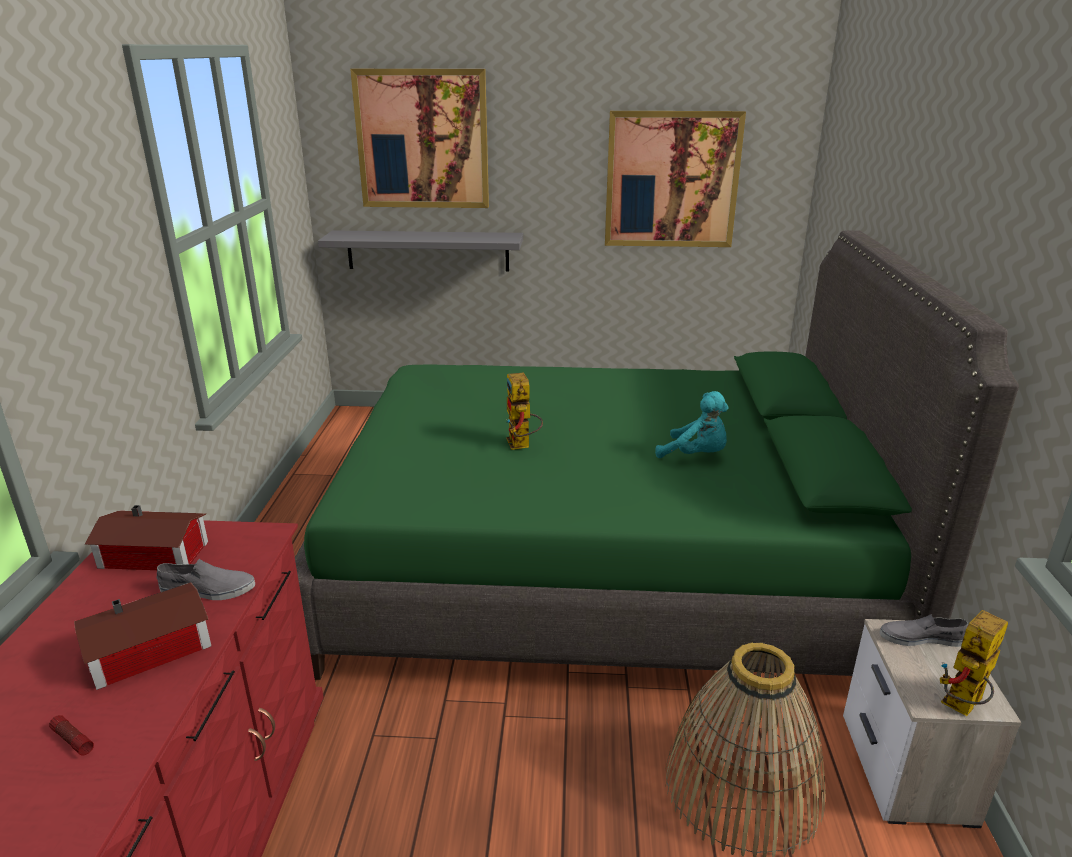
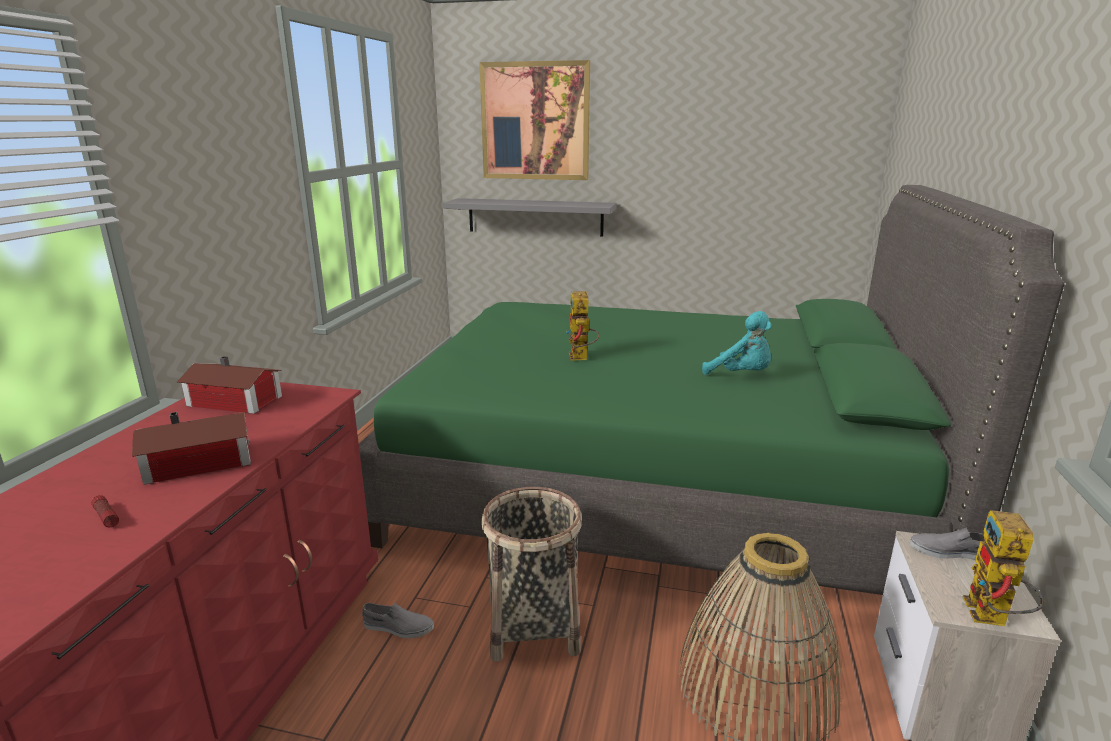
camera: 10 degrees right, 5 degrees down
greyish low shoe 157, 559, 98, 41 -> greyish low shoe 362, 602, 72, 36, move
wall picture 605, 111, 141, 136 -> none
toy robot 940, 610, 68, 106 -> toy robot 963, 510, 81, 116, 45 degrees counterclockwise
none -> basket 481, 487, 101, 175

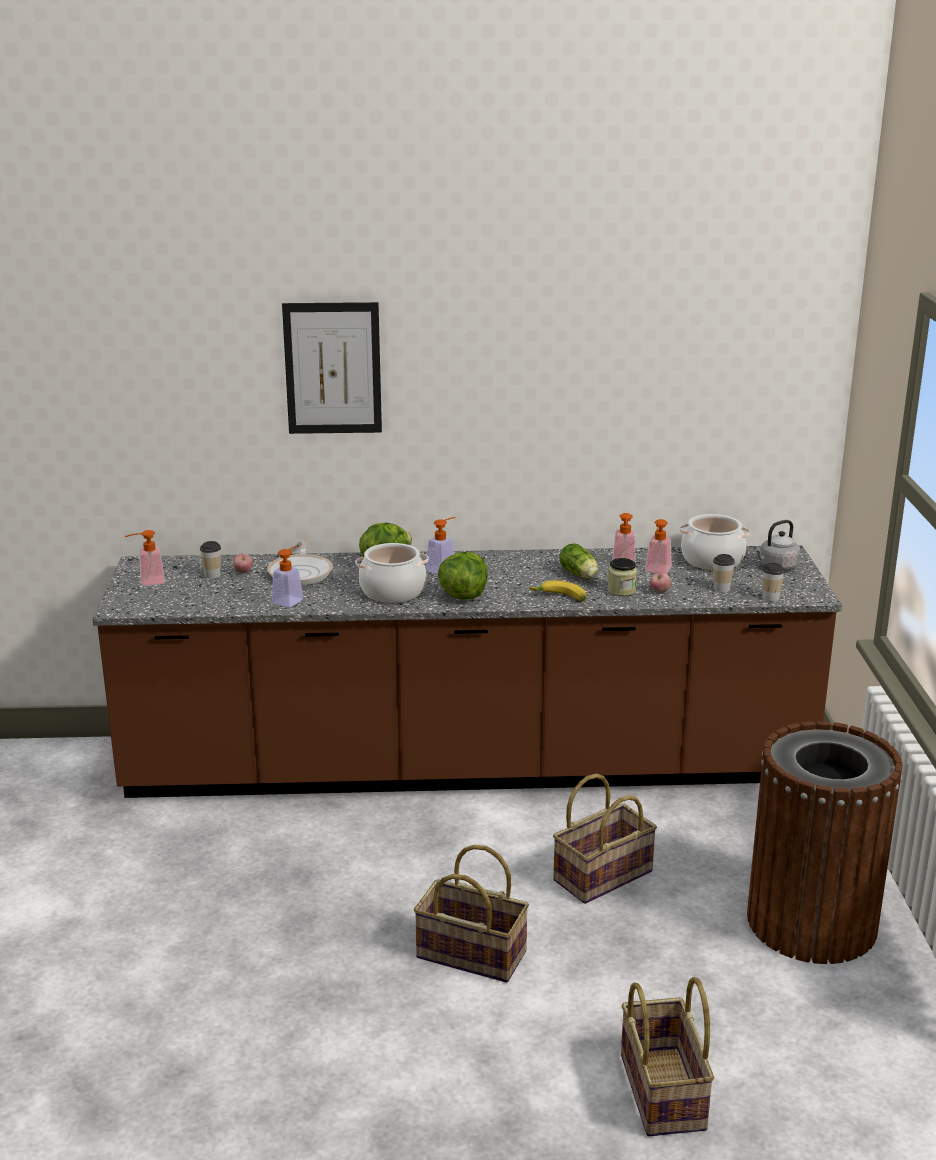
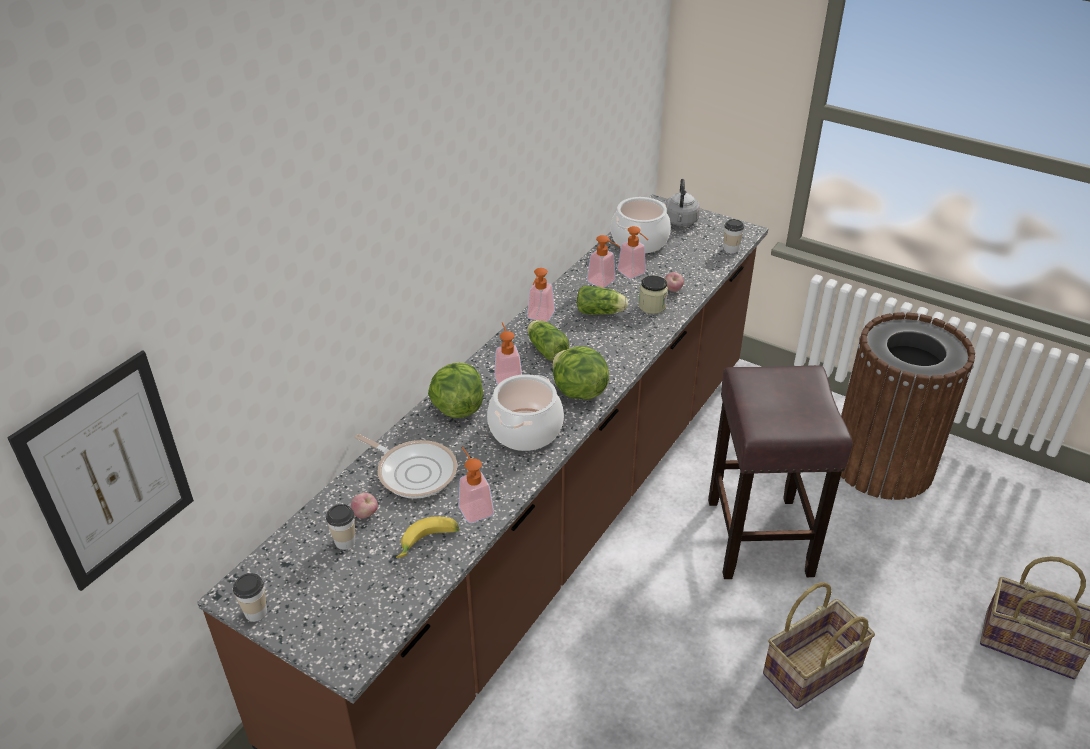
camera: 55 degrees left, 15 degrees up
liquid soap bottle 125, 530, 40, 56 -> liquid soap bottle 527, 268, 28, 54, move
wall picture 282, 302, 100, 132 -> wall picture 7, 350, 187, 241, move
whole banana 529, 581, 58, 21 -> whole banana 396, 516, 63, 42, move
basket 553, 774, 104, 130 -> brown-coloured stool seat 708, 365, 145, 214
cup 713, 554, 22, 38 -> cup 233, 573, 34, 49, move
none -> lettuce head 527, 320, 42, 41

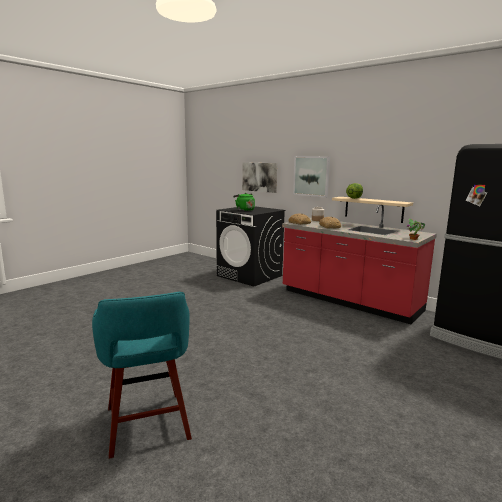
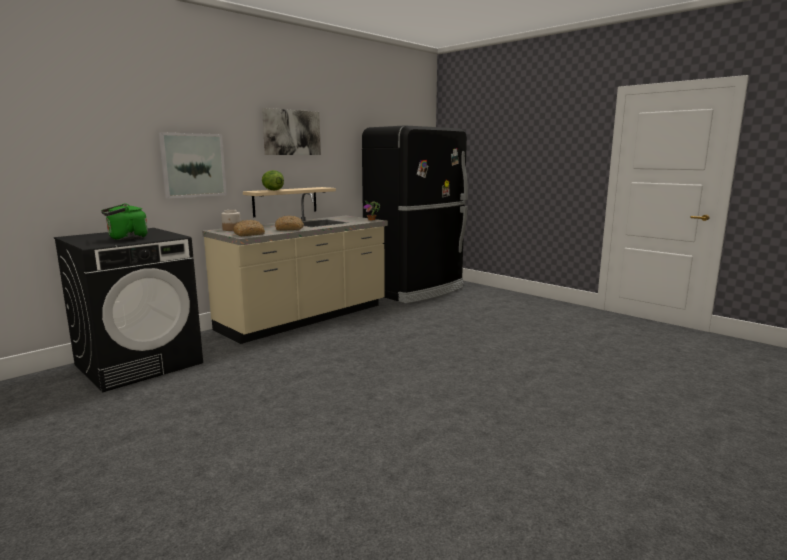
camera: 85 degrees left, 0 degrees up
blue-green stool seat 92, 292, 100, 167 -> none
wall picture 242, 162, 35, 31 -> wall picture 262, 108, 59, 47, move
red-coloured kitchen counter 282, 205, 155, 119 -> beige-coloured kitchen counter 202, 193, 186, 151

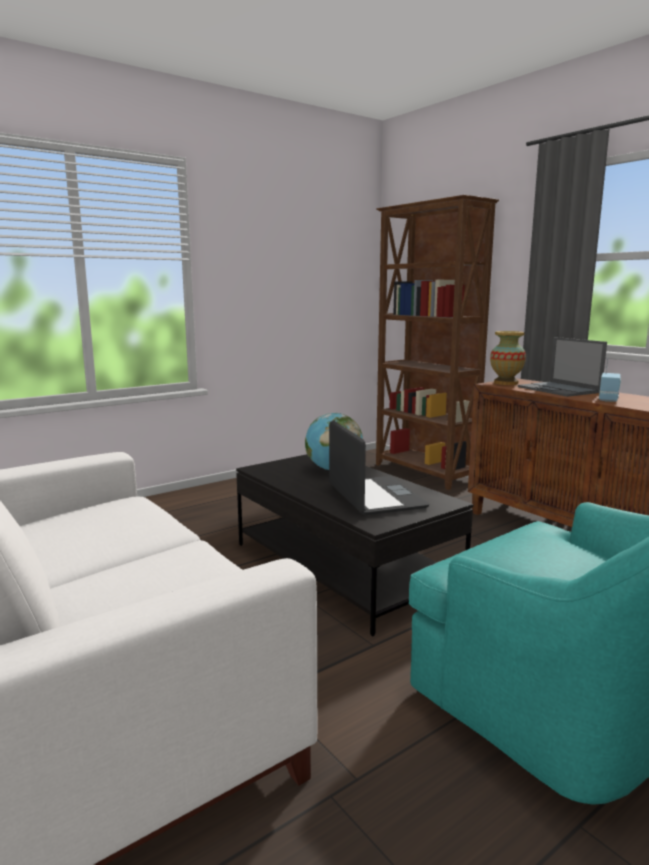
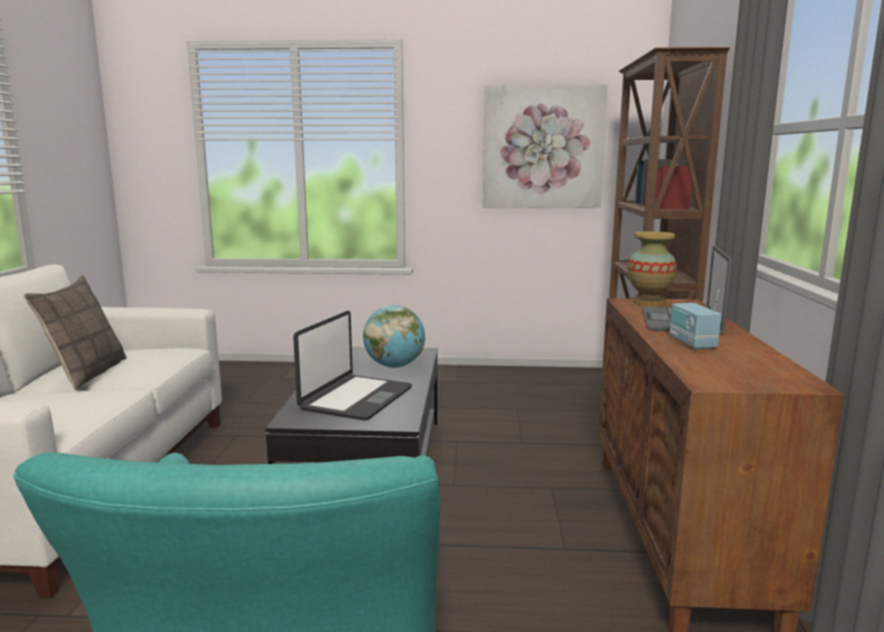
camera: 40 degrees right, 0 degrees up
radio set 599, 358, 22, 44 -> radio set 670, 290, 51, 60, 105 degrees clockwise
none -> throw pillow 24, 275, 102, 115
none -> wall picture 483, 84, 124, 124

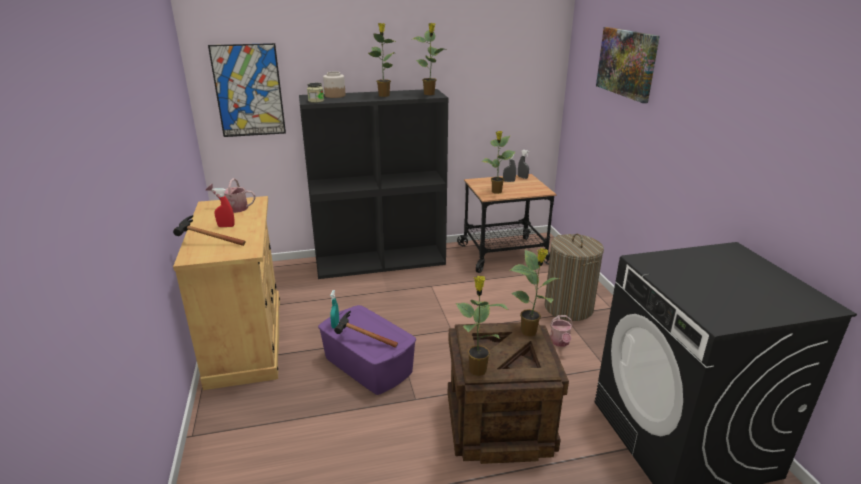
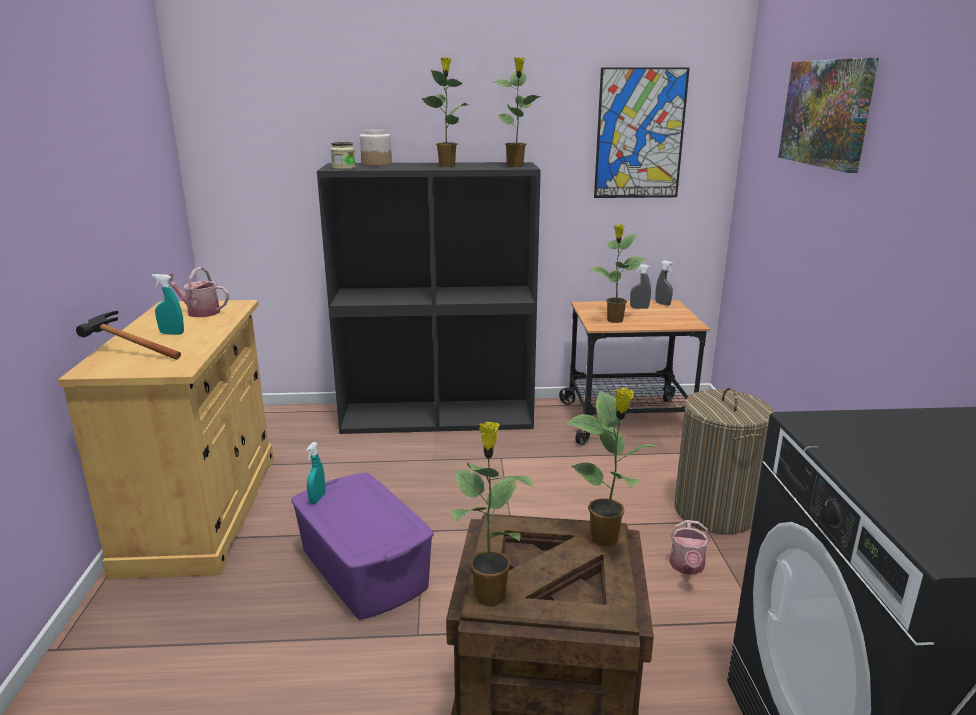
camera: 10 degrees right, 5 degrees down
wall picture 208, 43, 78, 94 -> wall picture 594, 67, 96, 131, move
red-coloured sprayer 212, 188, 23, 39 -> blue-green sprayer 152, 274, 32, 61
tool hammer 334, 311, 64, 37 -> none

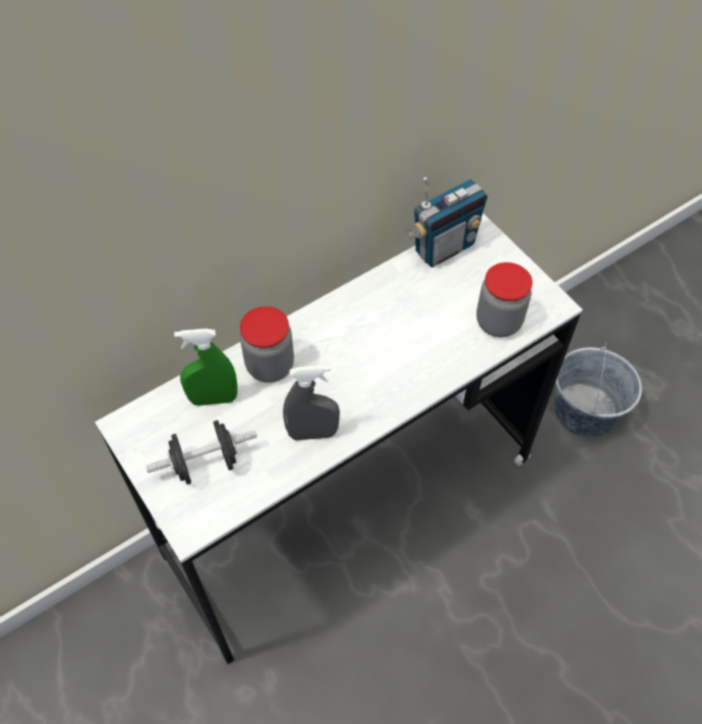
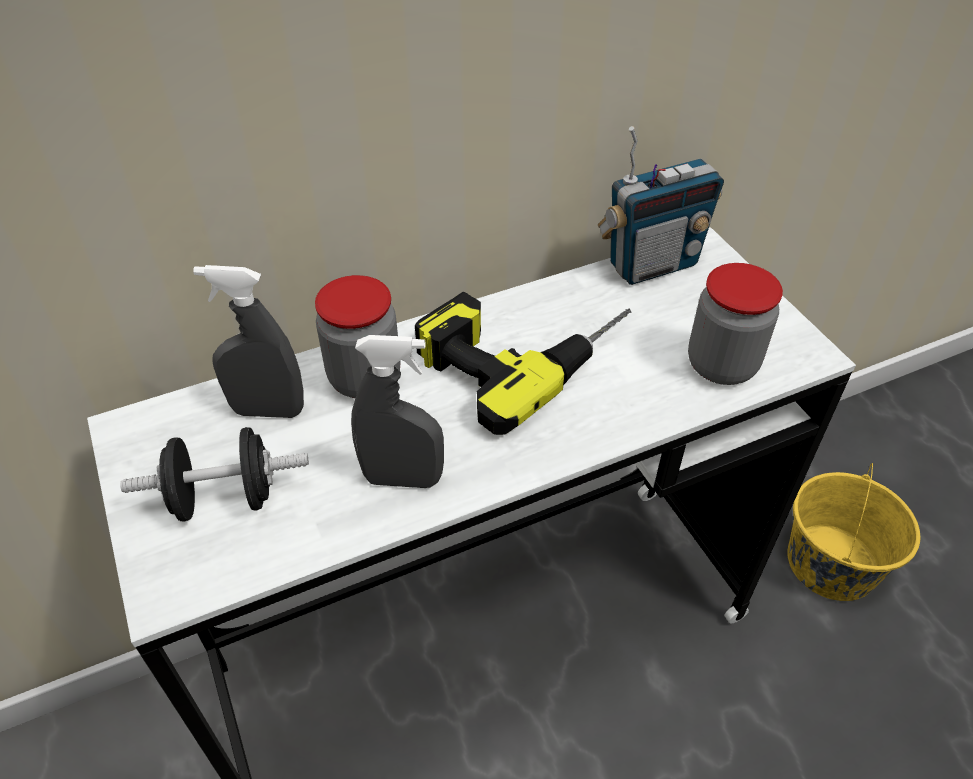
camera: 10 degrees right, 10 degrees down
greenish sprayer 174, 329, 64, 77 -> greyish sprayer 193, 265, 111, 153
greyish bucket 554, 341, 88, 97 -> yellow bucket 787, 463, 134, 138
none -> power drill 415, 292, 217, 143

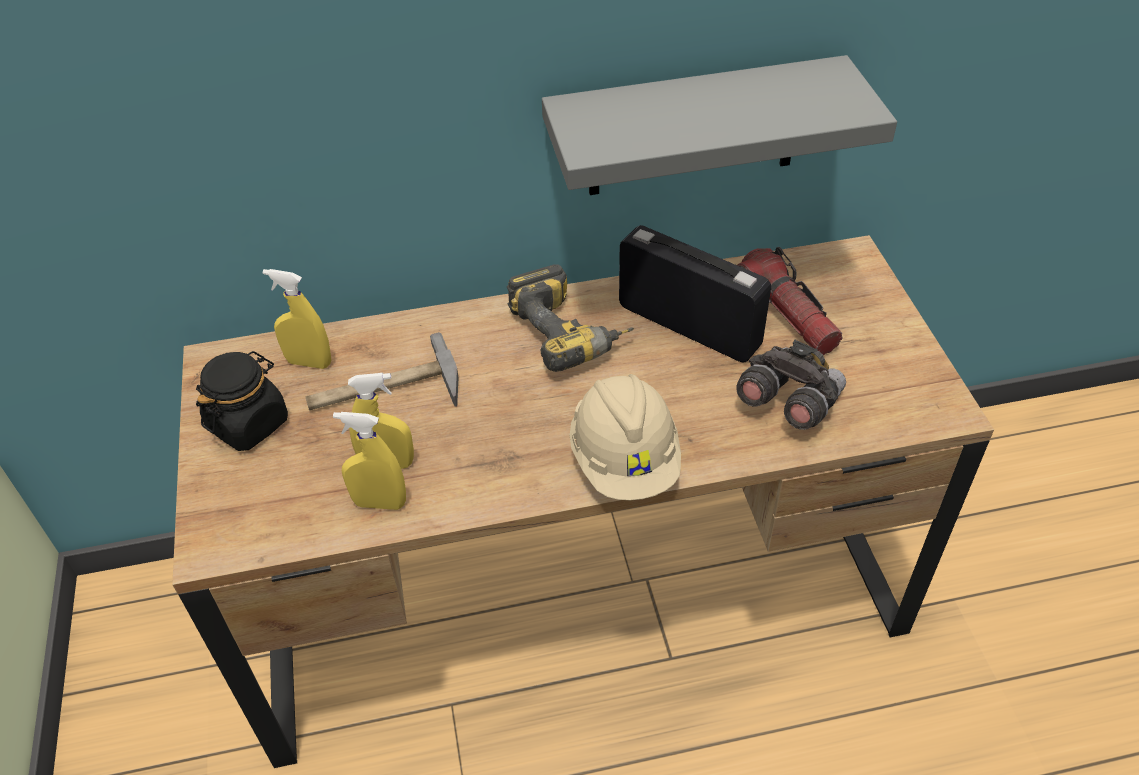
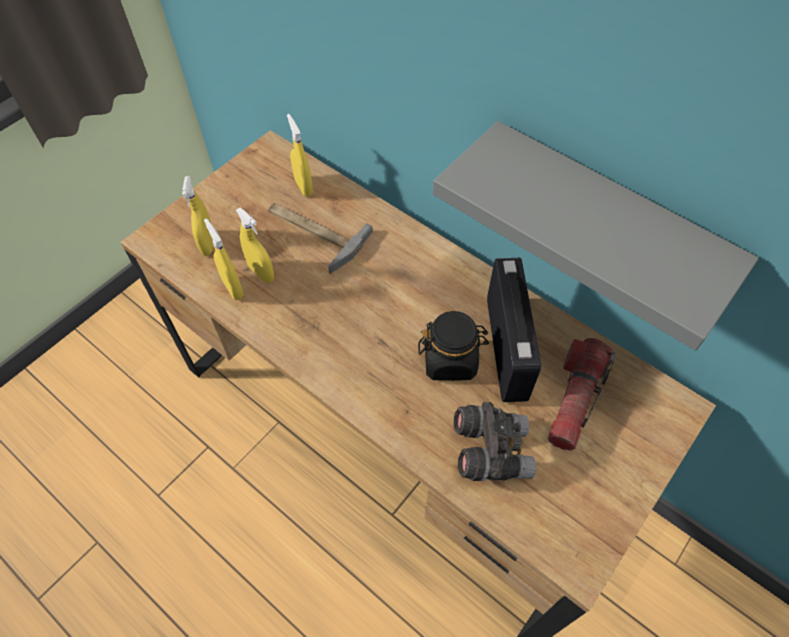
camera: 50 degrees right, 10 degrees up
black-coloured jar 196, 351, 92, 100 -> black-coloured jar 418, 311, 71, 70, move
power drill 507, 264, 127, 108 -> none
beige-coloured safety helmet 570, 374, 111, 126 -> none
none -> yellow sprayer 182, 176, 31, 80

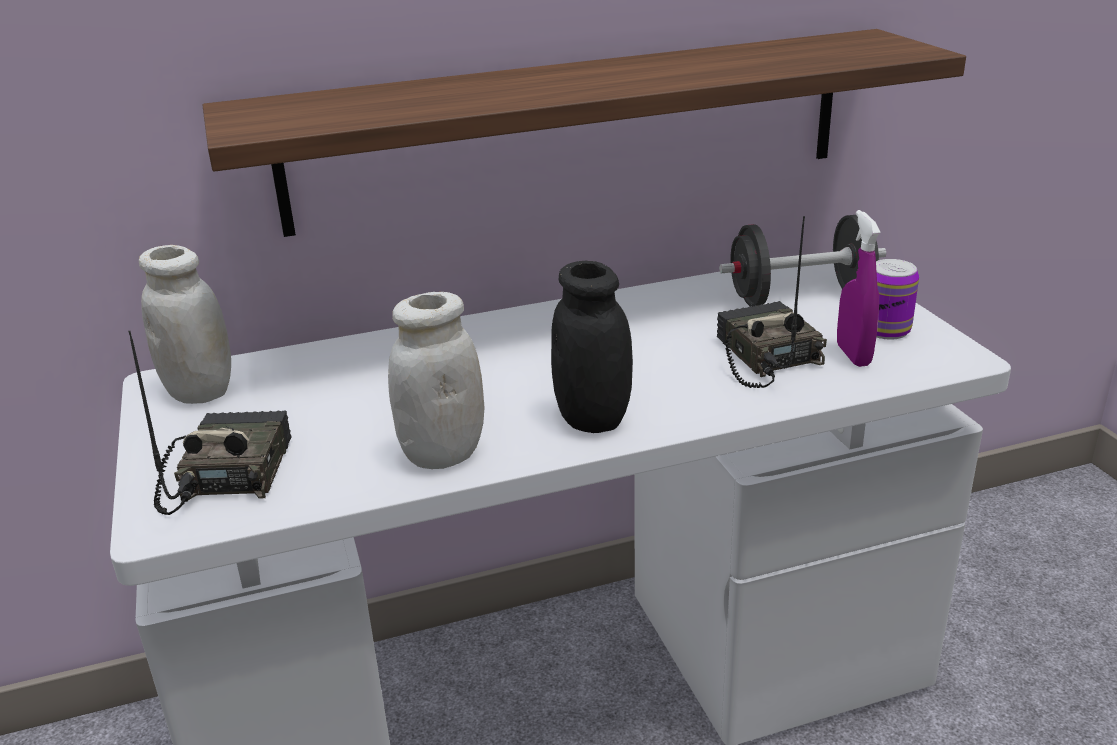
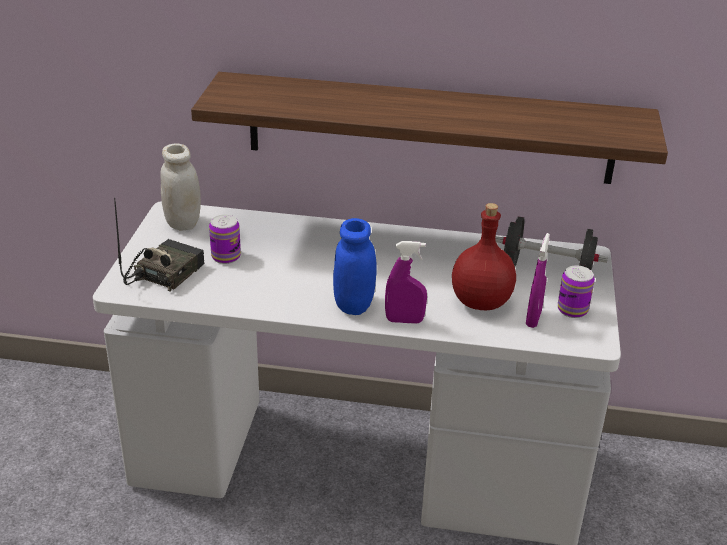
camera: 25 degrees right, 5 degrees up
white jar 388, 292, 97, 177 -> none
black-coloured jar 551, 261, 82, 172 -> blue-coloured jar 333, 218, 44, 97
radio set 717, 216, 110, 172 -> red-coloured beverage bottle 452, 203, 64, 107
none -> metal can 209, 214, 32, 50
none -> purple sprayer 385, 241, 42, 83

